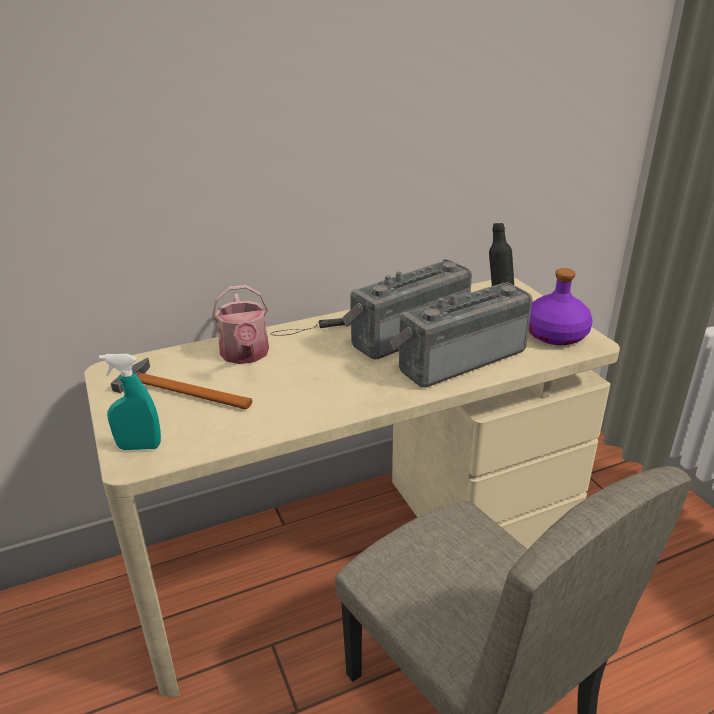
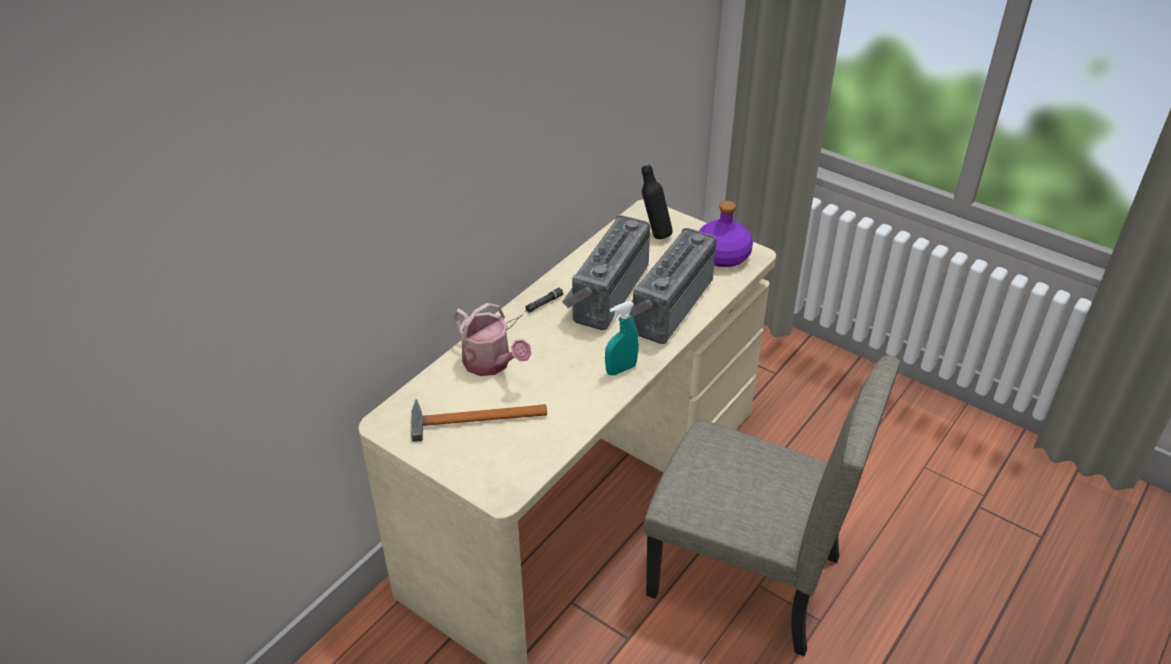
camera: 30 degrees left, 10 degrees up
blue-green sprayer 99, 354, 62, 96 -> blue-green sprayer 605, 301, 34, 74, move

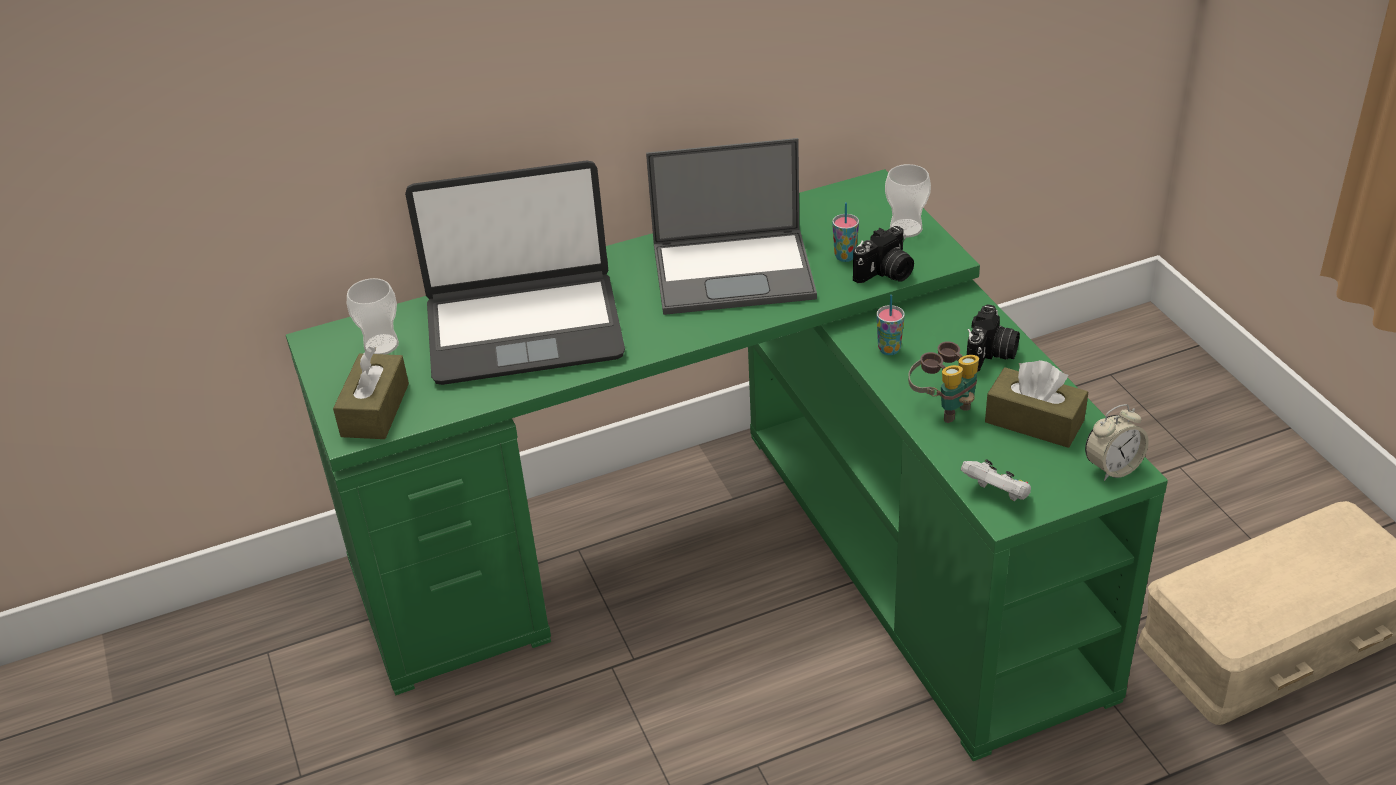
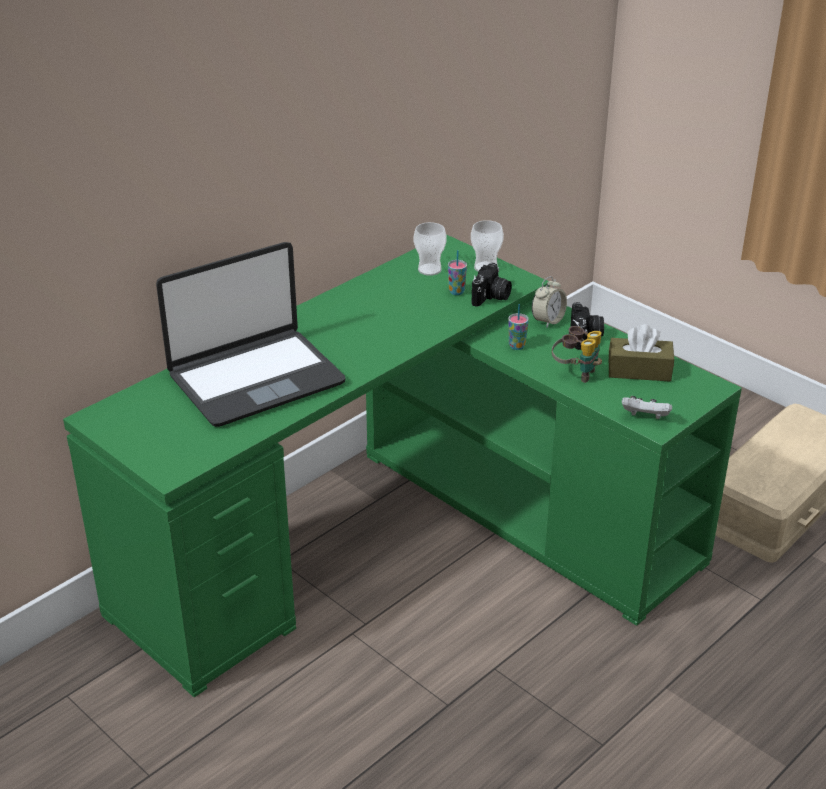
camera: 25 degrees left, 5 degrees down
brown-coloured tissue box 333, 347, 76, 92 -> none
cup 347, 278, 52, 76 -> cup 414, 222, 33, 54, move
laptop 646, 138, 171, 177 -> none
table clock 1085, 404, 64, 77 -> table clock 532, 276, 35, 52, move

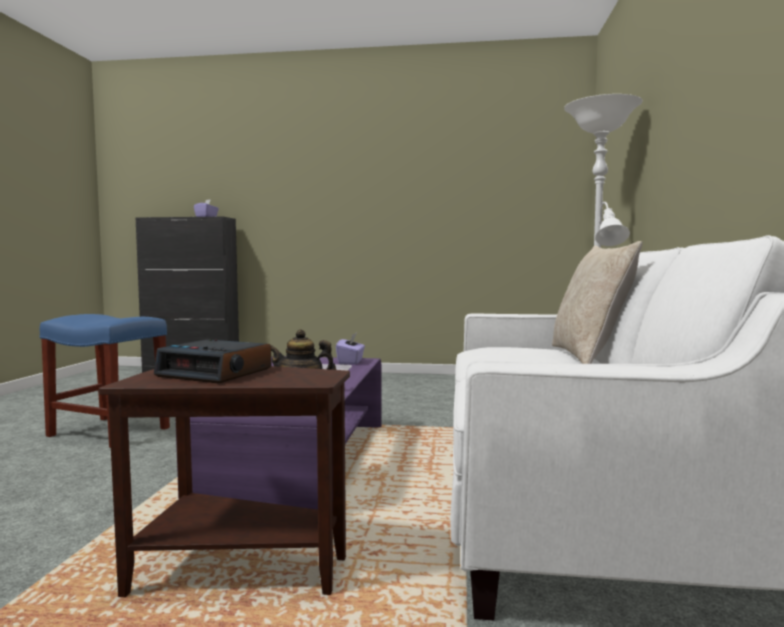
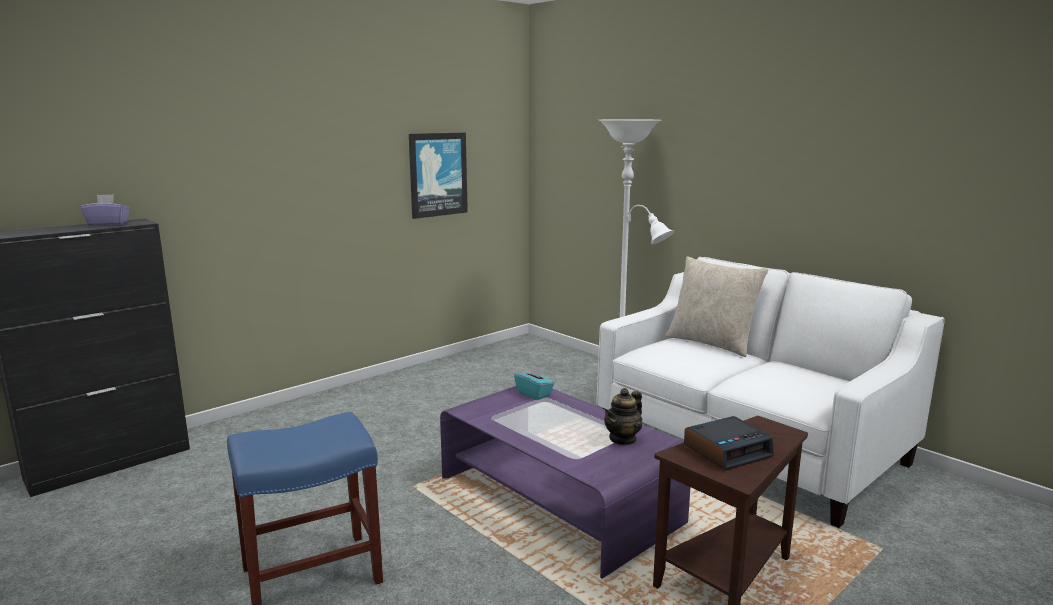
camera: 50 degrees left, 10 degrees up
purple tissue box 336, 333, 29, 32 -> blue-green tissue box 514, 364, 40, 36
none -> wall picture 409, 133, 59, 86

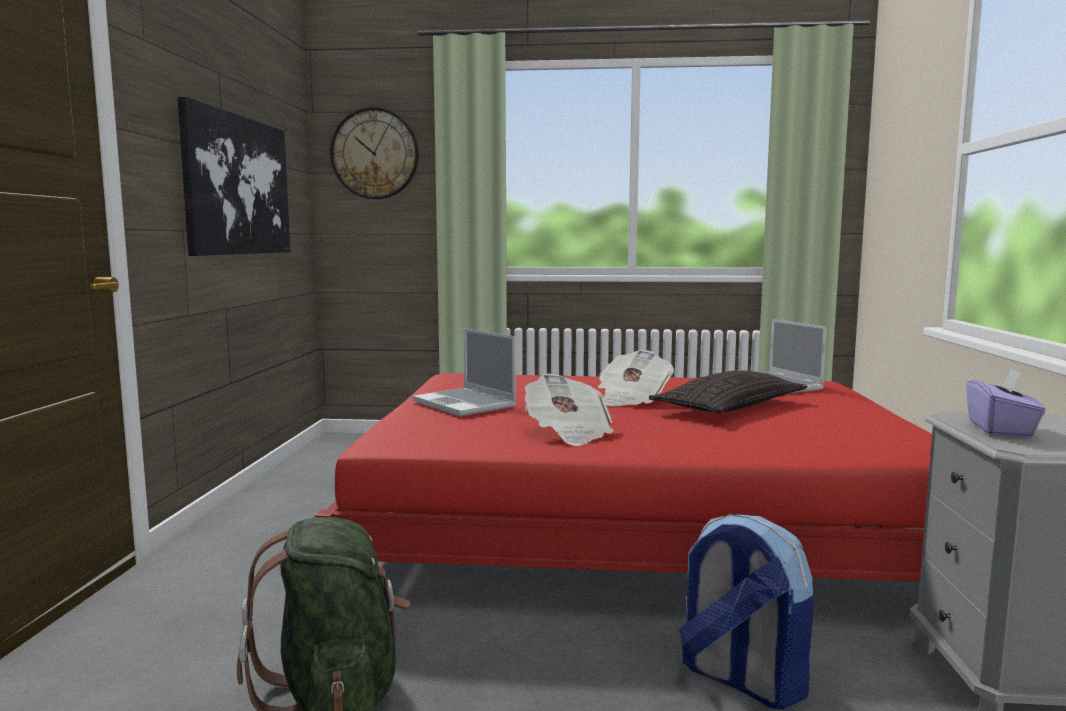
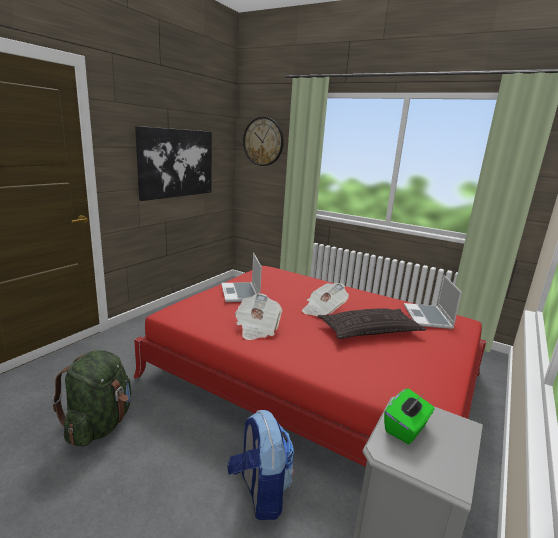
camera: 25 degrees right, 10 degrees up
purple tissue box 966, 369, 80, 69 -> greenish tissue box 384, 388, 51, 56

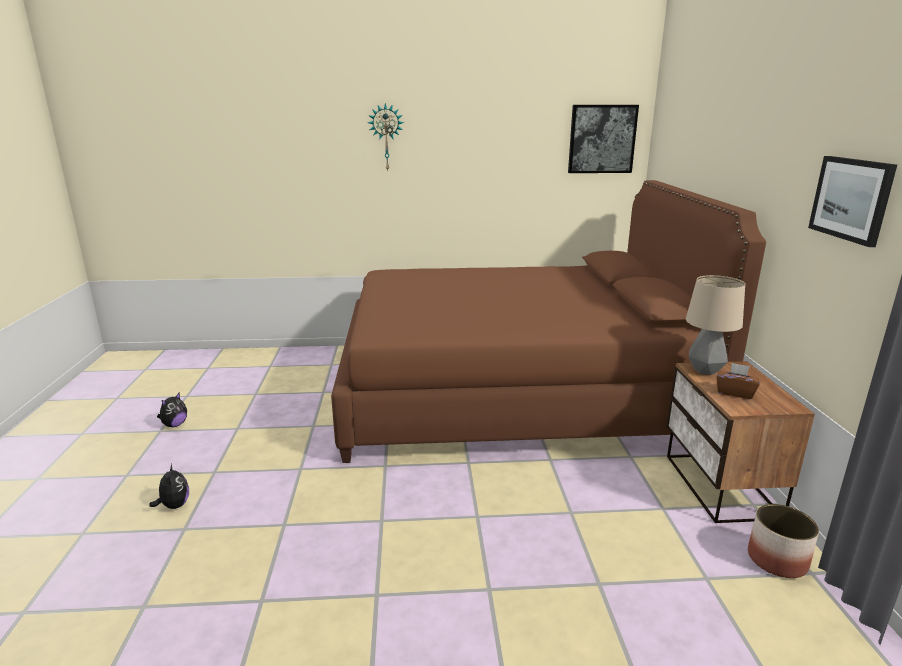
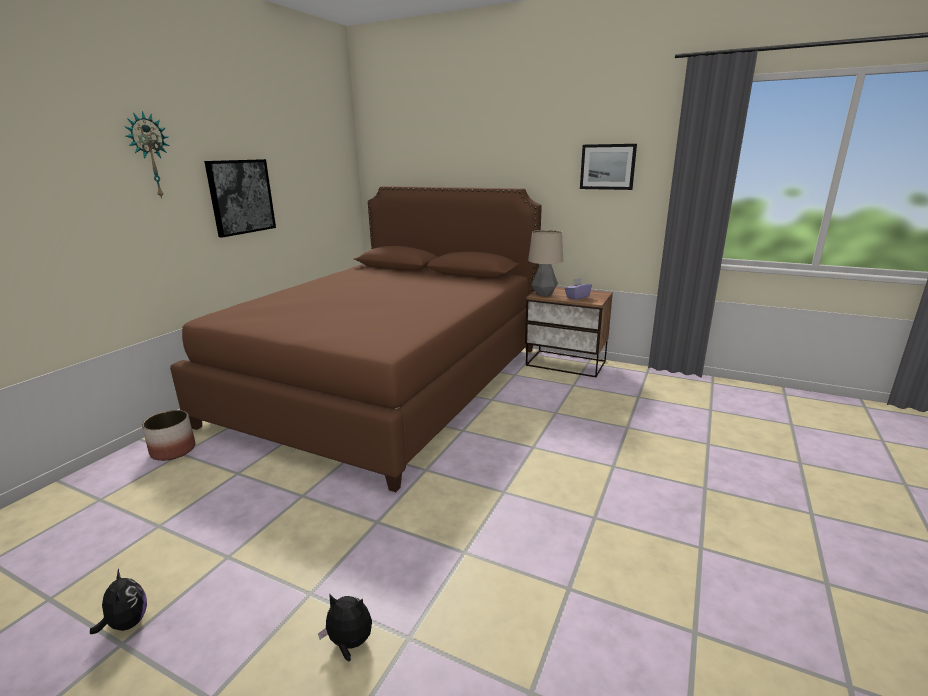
camera: 60 degrees left, 0 degrees up
wall picture 568, 105, 71, 68 -> wall picture 204, 159, 72, 79, move
brown-coloured tissue box 716, 363, 44, 36 -> purple tissue box 565, 278, 27, 22
plant pot 748, 504, 71, 74 -> plant pot 142, 410, 53, 51, move

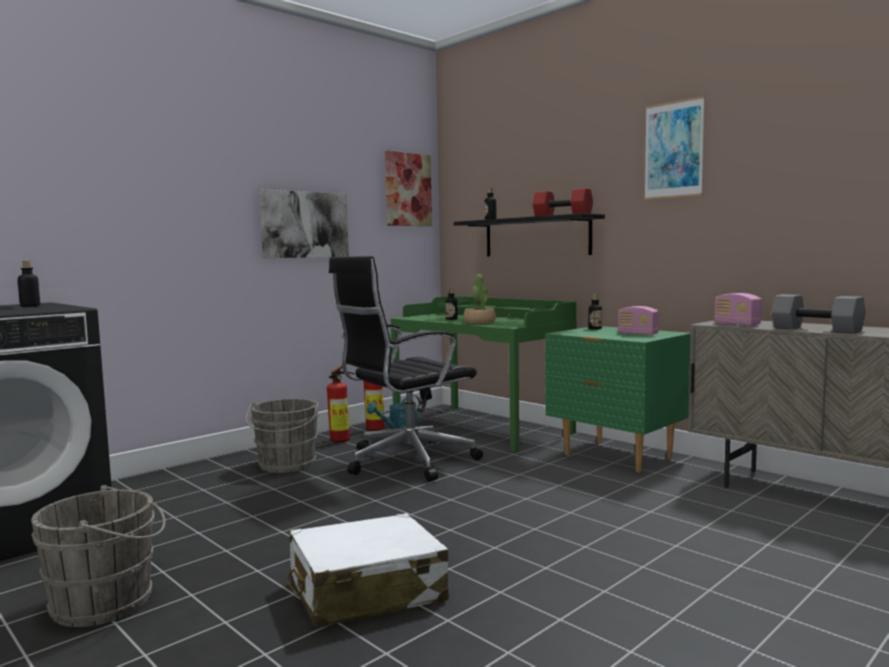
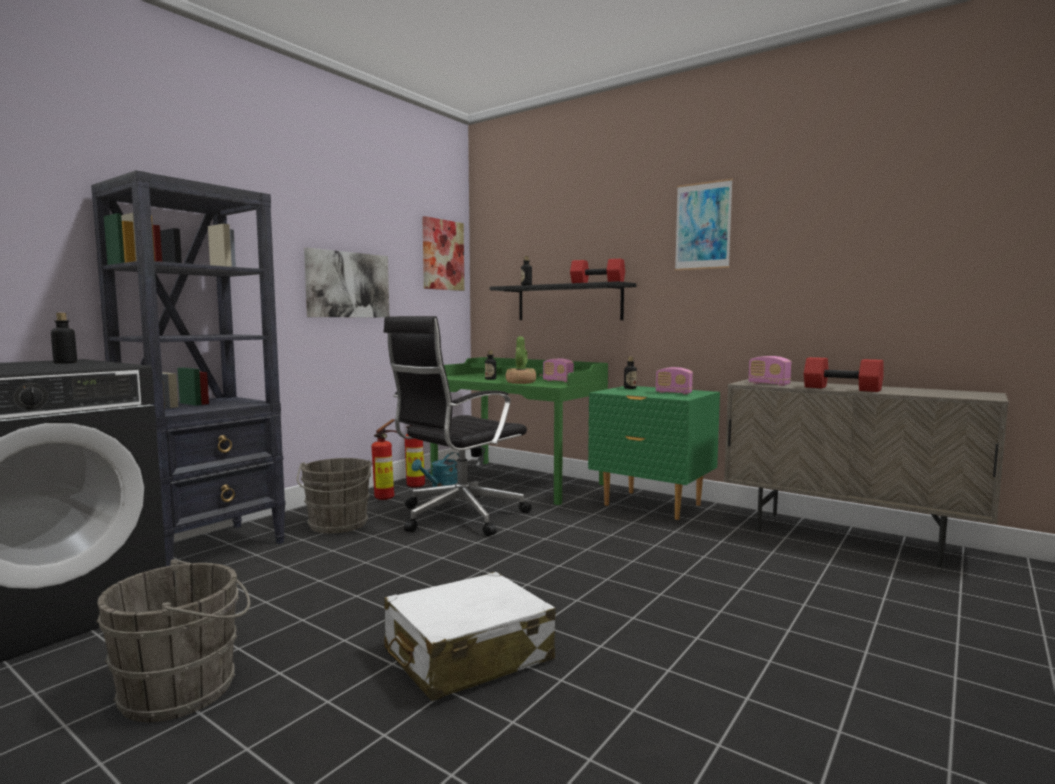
camera: 10 degrees left, 0 degrees up
greyish dumbbell 772, 294, 93, 39 -> red-coloured dumbbell 804, 357, 80, 35
none -> black-coloured bookshelf 91, 170, 195, 396
none -> radio set 543, 358, 31, 24

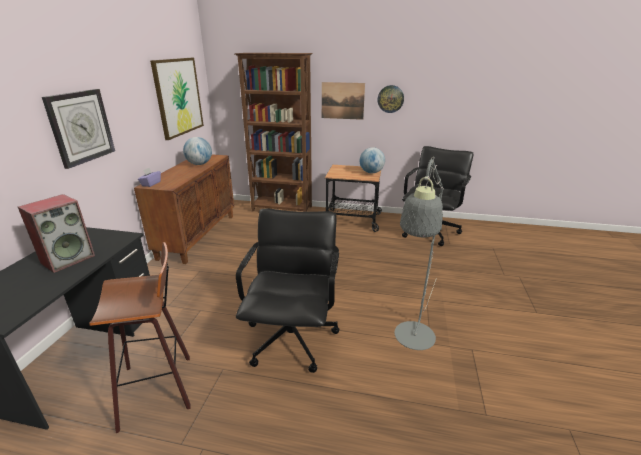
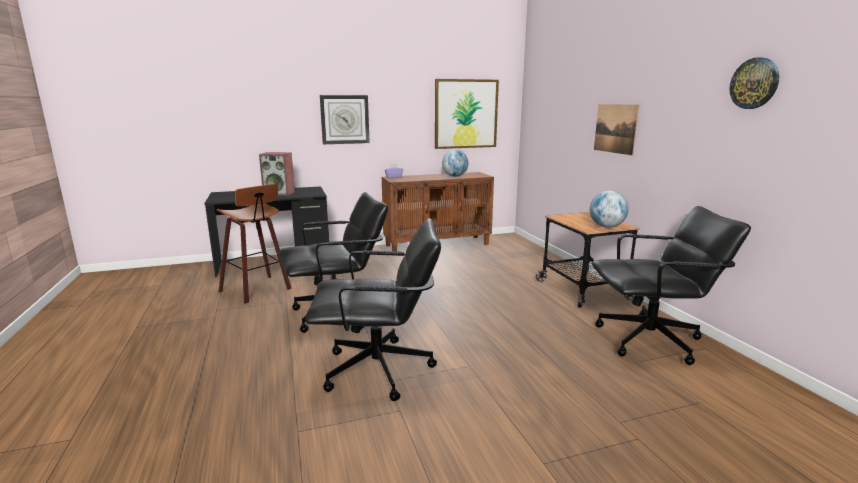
camera: 60 degrees right, 10 degrees down
brown-coloured bookshelf 234, 53, 79, 159 -> none
hanging clock 377, 85, 27, 28 -> hanging clock 729, 57, 50, 52, move
greyish floor lamp 394, 157, 50, 193 -> black-coloured desk chair 305, 218, 136, 183

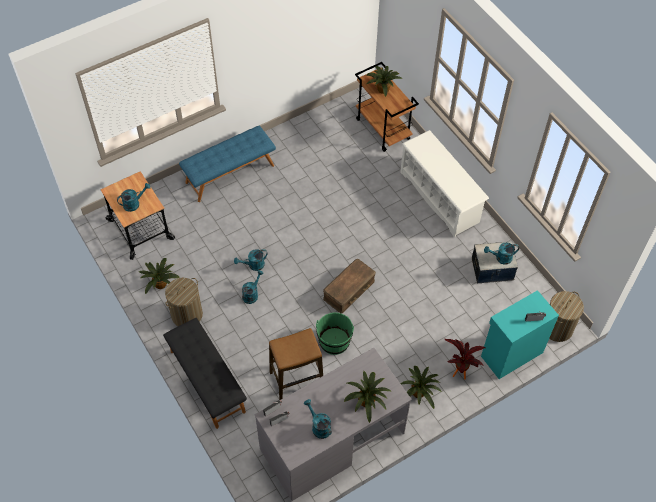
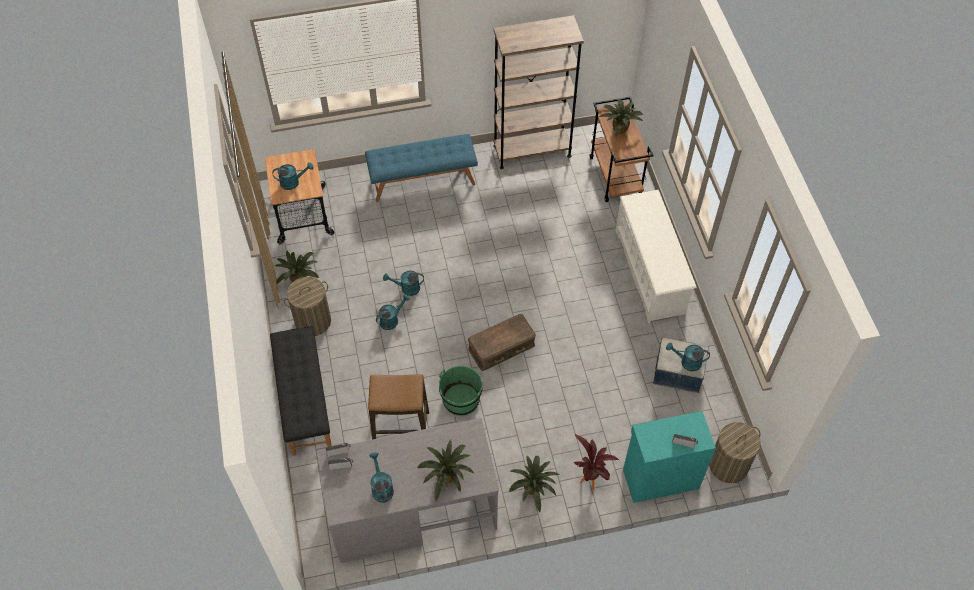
camera: 20 degrees right, 0 degrees up
none -> brown-coloured bookshelf 493, 15, 91, 154

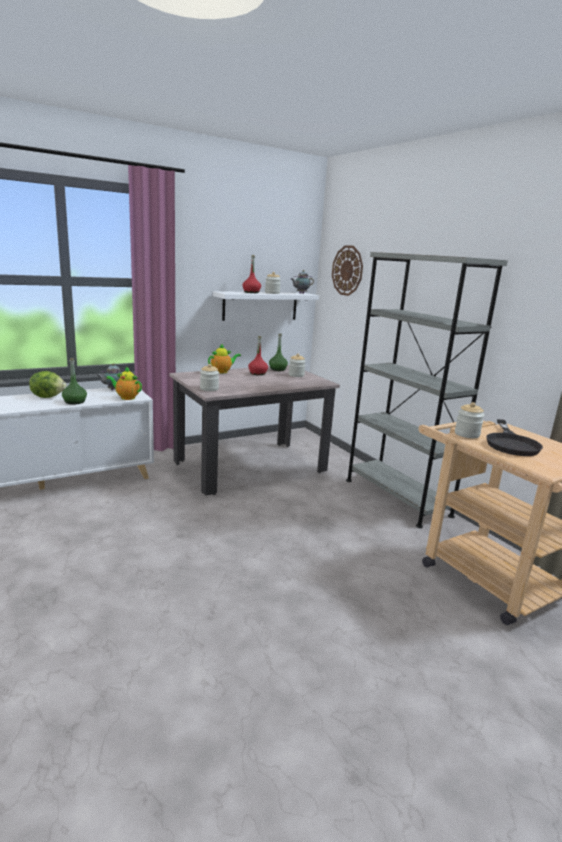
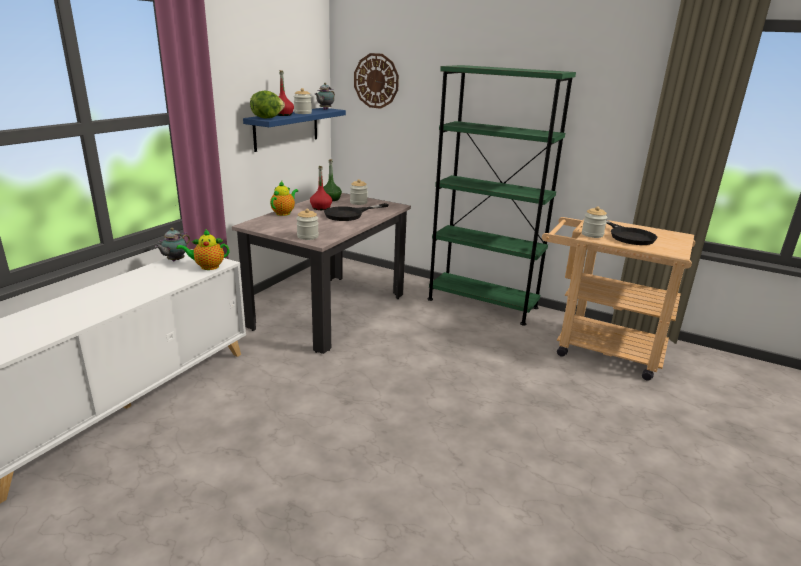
camera: 30 degrees left, 5 degrees up
lettuce head 29, 371, 37, 27 -> lettuce head 250, 91, 35, 27, move
greenish beverage bottle 62, 358, 25, 47 -> none
white shelf 213, 291, 106, 30 -> blue-coloured shelf 243, 108, 103, 44
greyish bookshelf 346, 252, 162, 276 -> greenish bookshelf 427, 65, 149, 261
none -> black-coloured skillet 324, 203, 65, 18

